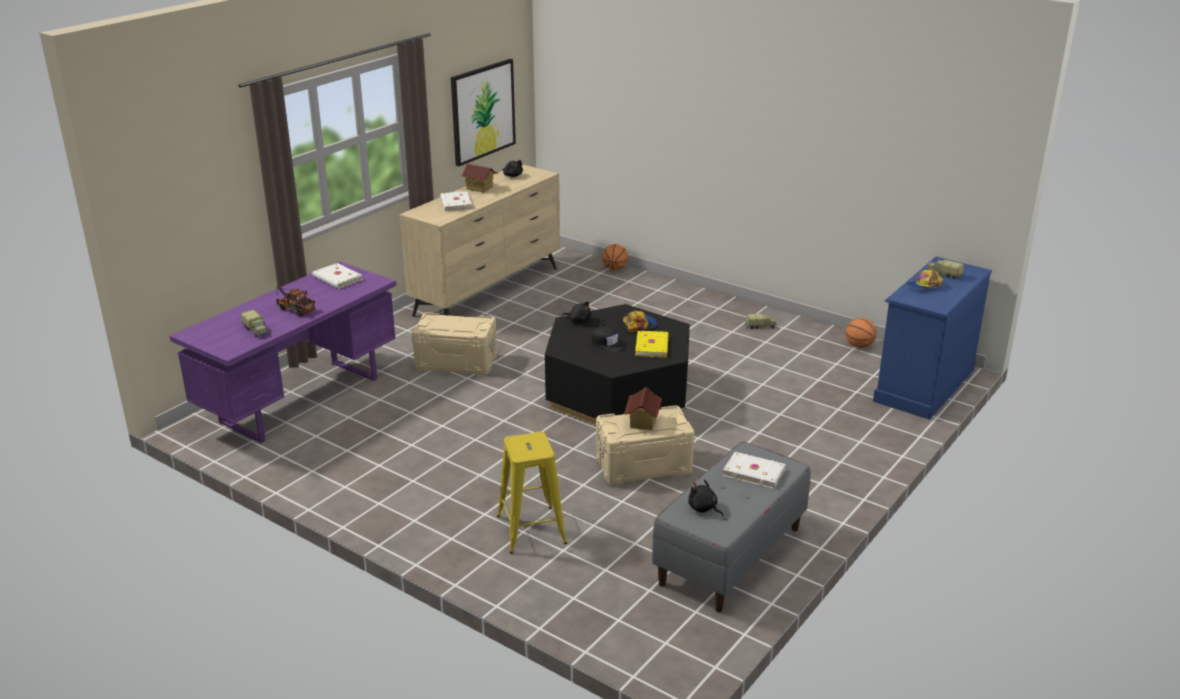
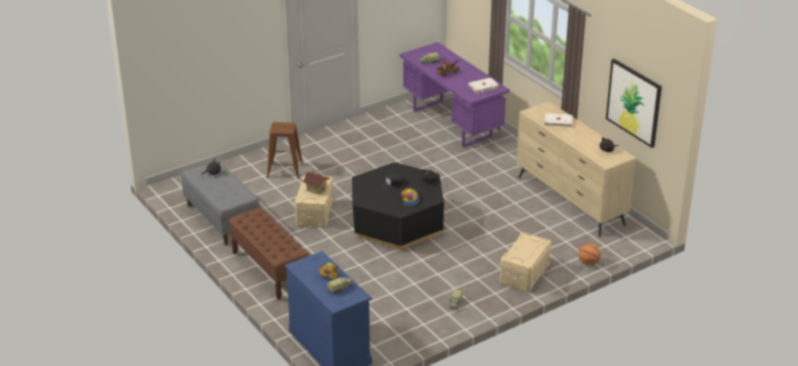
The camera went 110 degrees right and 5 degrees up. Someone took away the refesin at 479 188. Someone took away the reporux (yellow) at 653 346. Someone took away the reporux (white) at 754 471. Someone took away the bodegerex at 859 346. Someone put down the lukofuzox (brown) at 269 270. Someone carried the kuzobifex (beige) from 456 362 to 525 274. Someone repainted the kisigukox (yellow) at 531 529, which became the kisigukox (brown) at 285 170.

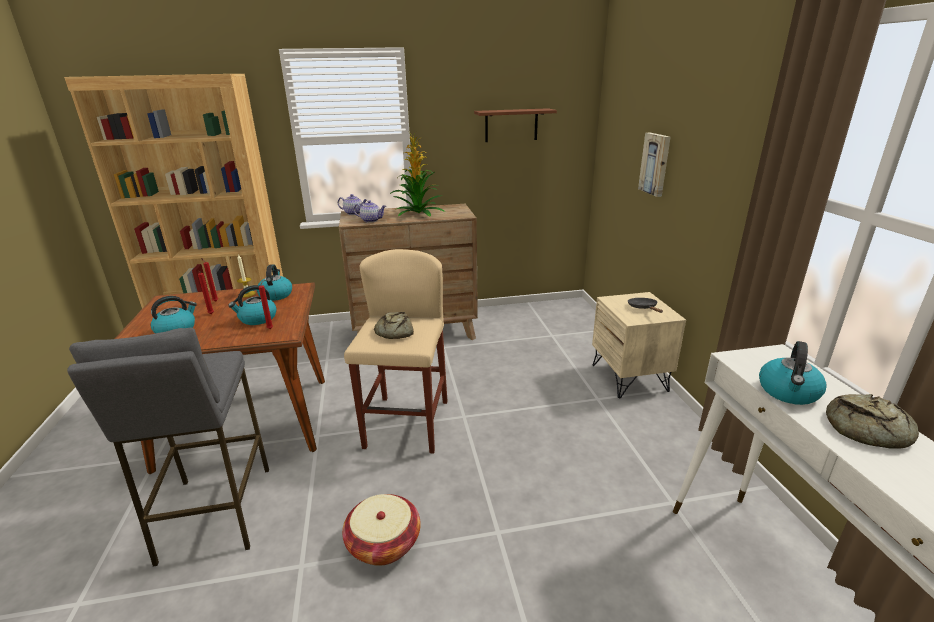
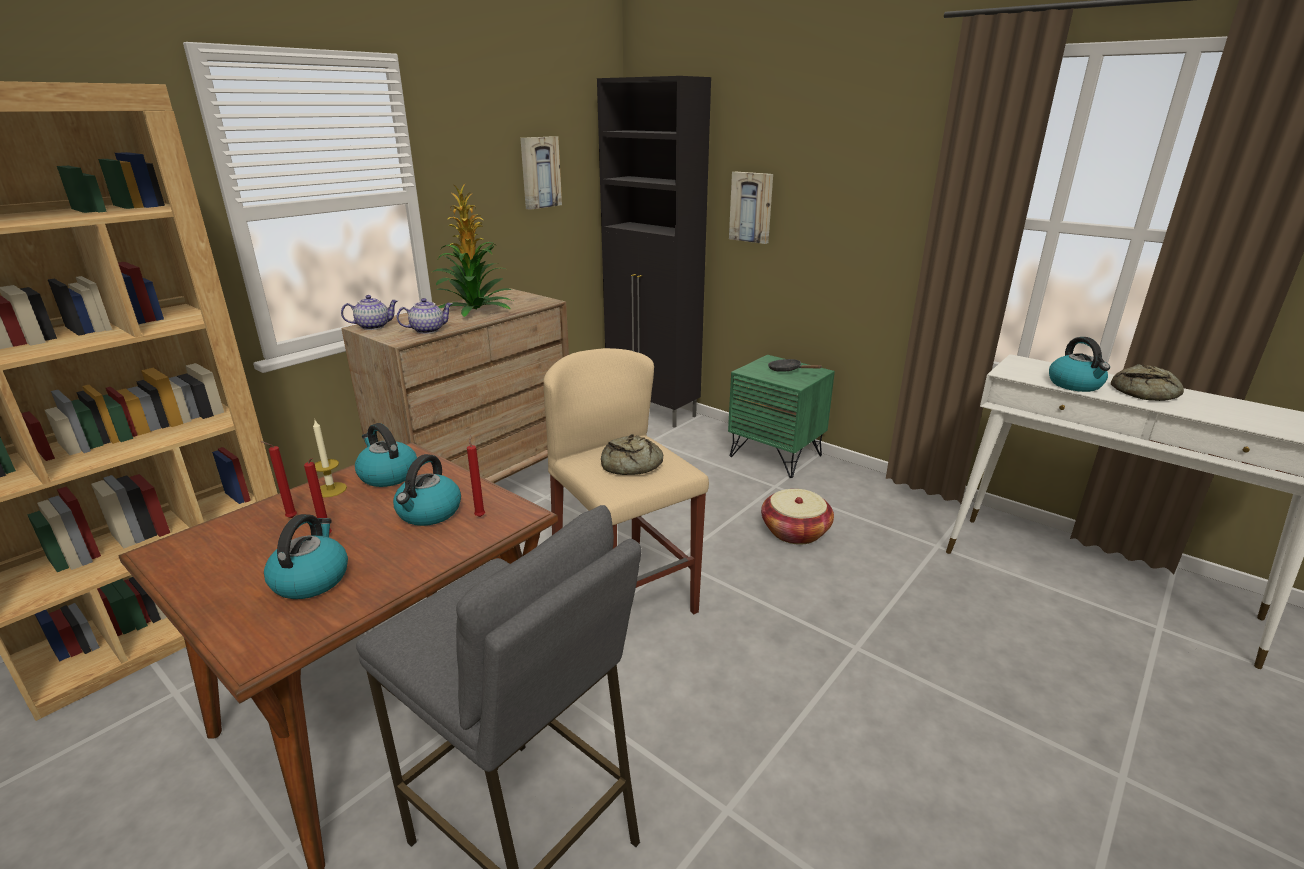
The camera went 40 degrees left and 0 degrees up. Someone put down the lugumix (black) at 653 411. Someone carried the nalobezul from 383 543 to 795 531. Someone swapped the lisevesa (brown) at 511 125 for the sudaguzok at 539 172. Someone repainted the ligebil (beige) at 630 378, which became the ligebil (green) at 776 456.

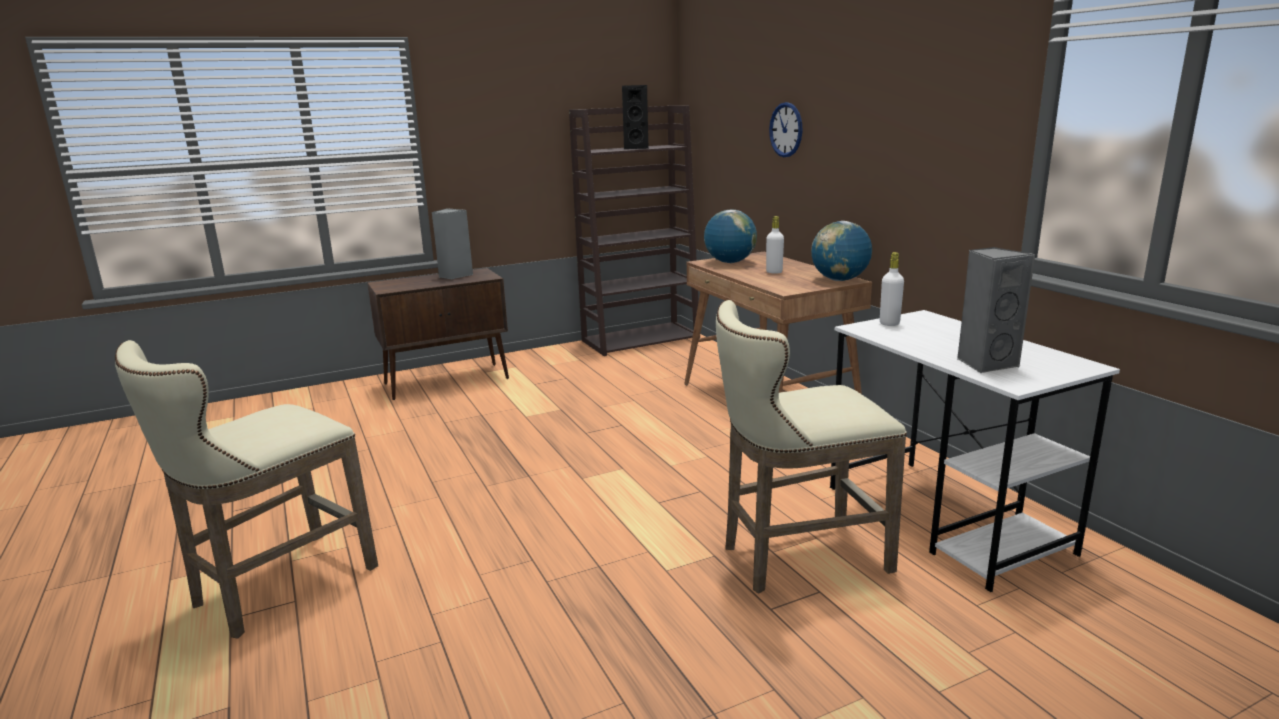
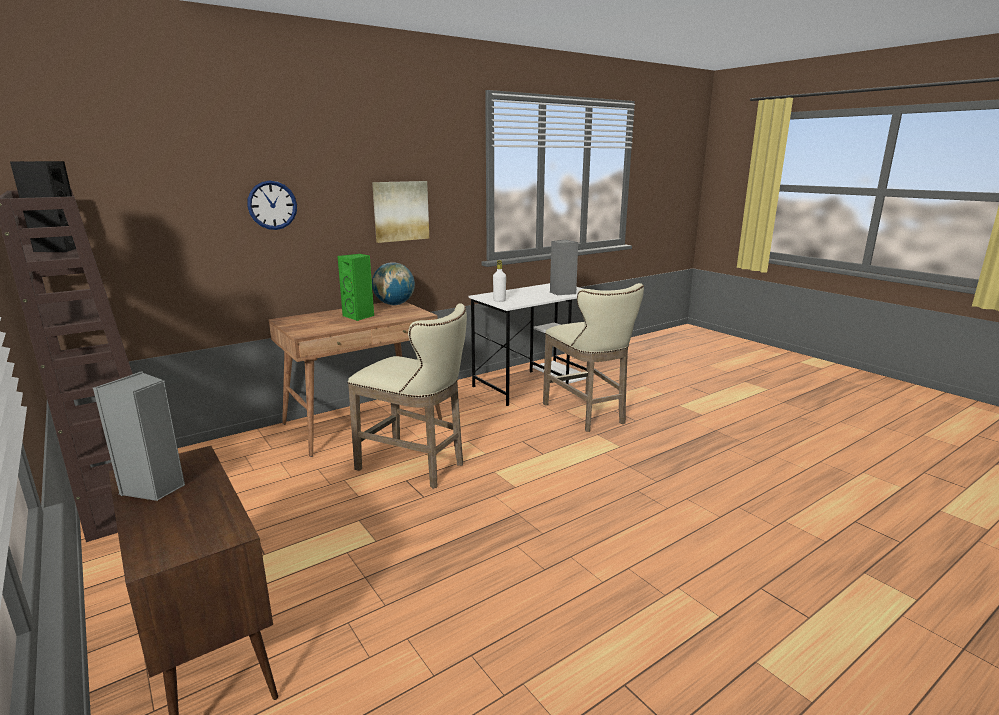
The camera went 100 degrees left and 0 degrees up. Someone took away the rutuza at 730 262. Someone put up the sudaguzok at 400 211. Someone carried the kisigukox (beige) from 275 588 to 416 467. Someone swapped the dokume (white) at 774 272 for the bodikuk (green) at 359 316.

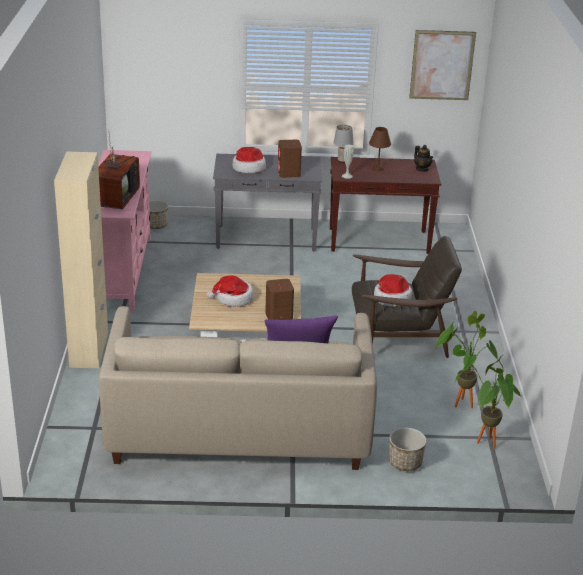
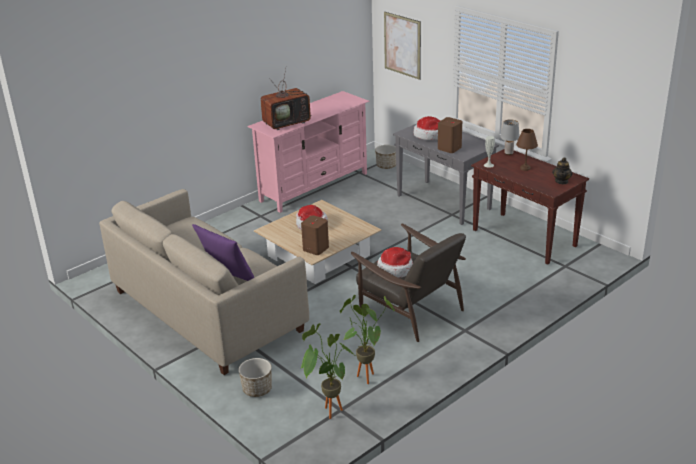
The camera went 50 degrees right and 0 degrees up. Someone took away the lugumix (beige) at 89 349. Someone carried the sudaguzok from 442 65 to 402 45.

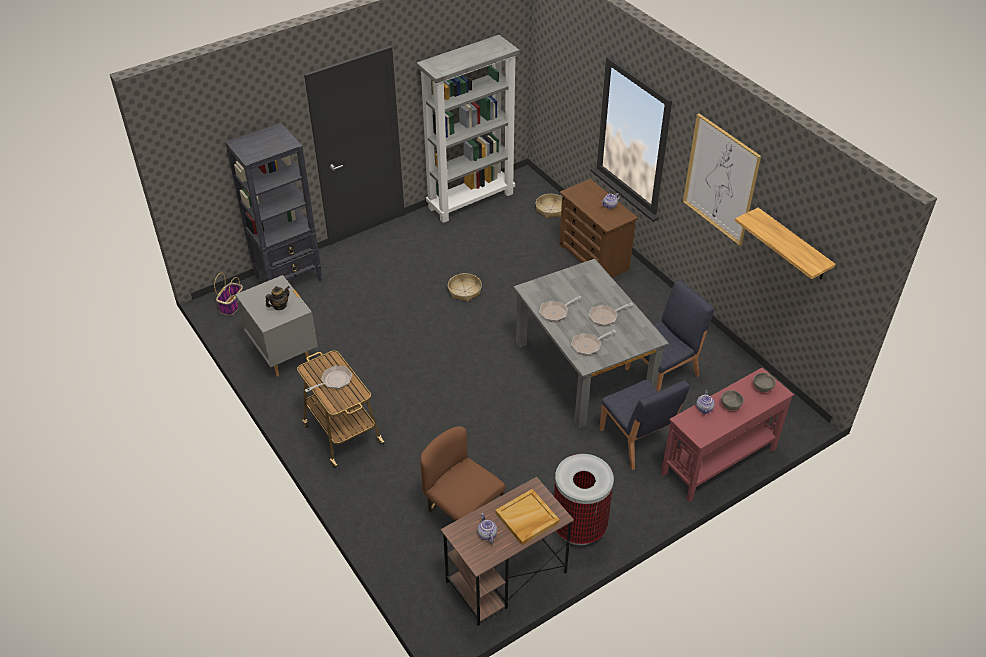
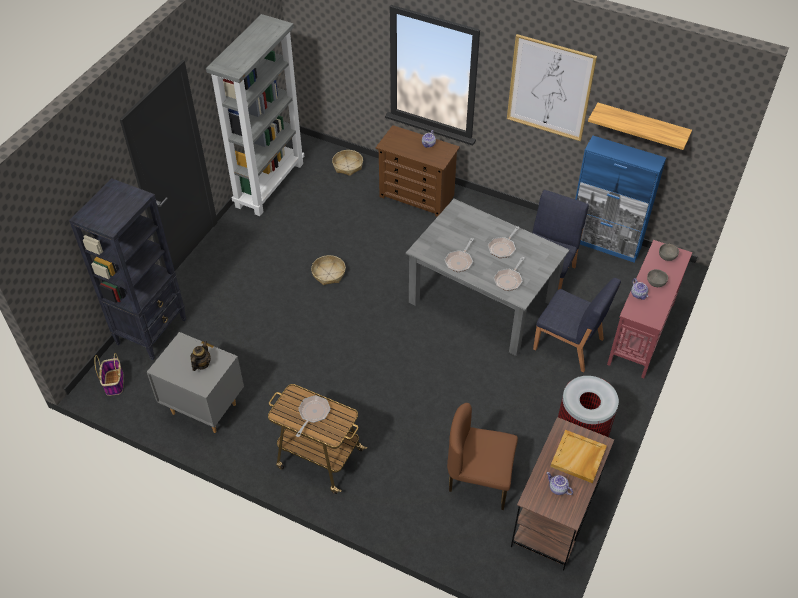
The camera went 30 degrees left and 5 degrees up. Someone put down the lugumix (blue) at 604 244.

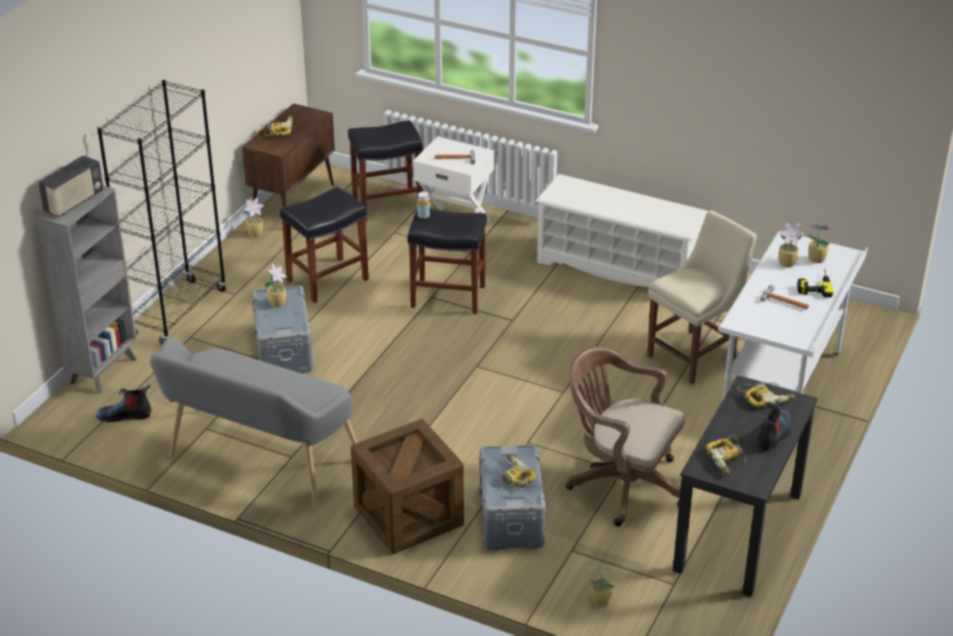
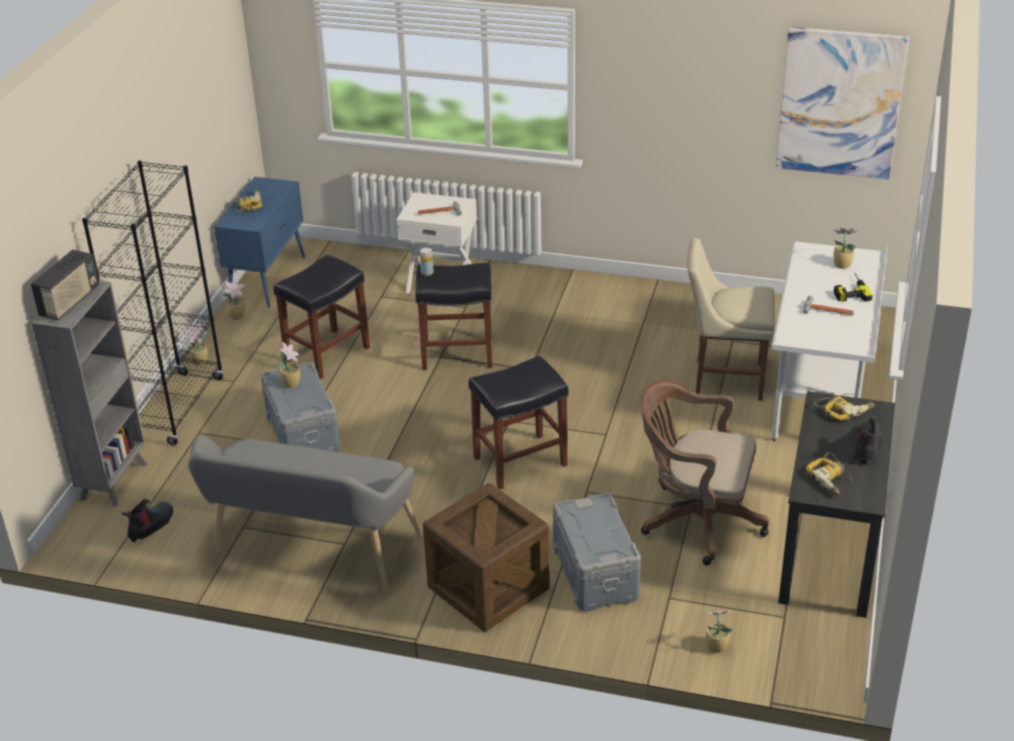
The camera went 10 degrees left and 0 degrees up. Someone took away the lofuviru at 512 476. Someone took away the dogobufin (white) at 619 268. Someone put up the sudaguzok at 840 103. Someone carried the kisigukox (black) from 386 205 to 519 462. Someone carried the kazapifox from 787 264 to 200 361. Someone repainted the lugumix (brown) at 294 202, which became the lugumix (blue) at 268 279. Someone rotated the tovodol at 125 415 by 135 degrees clockwise. Someone rotated the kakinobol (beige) at 695 355 by 120 degrees counterclockwise.

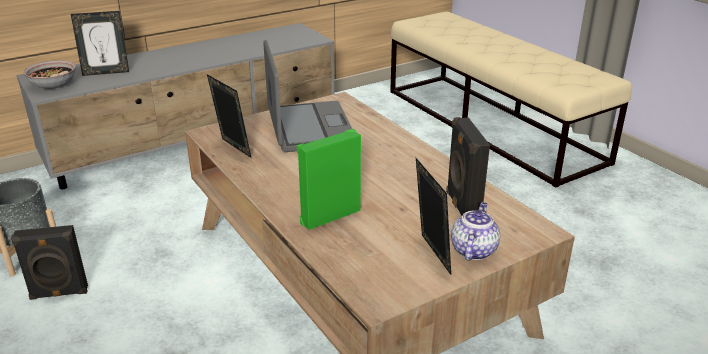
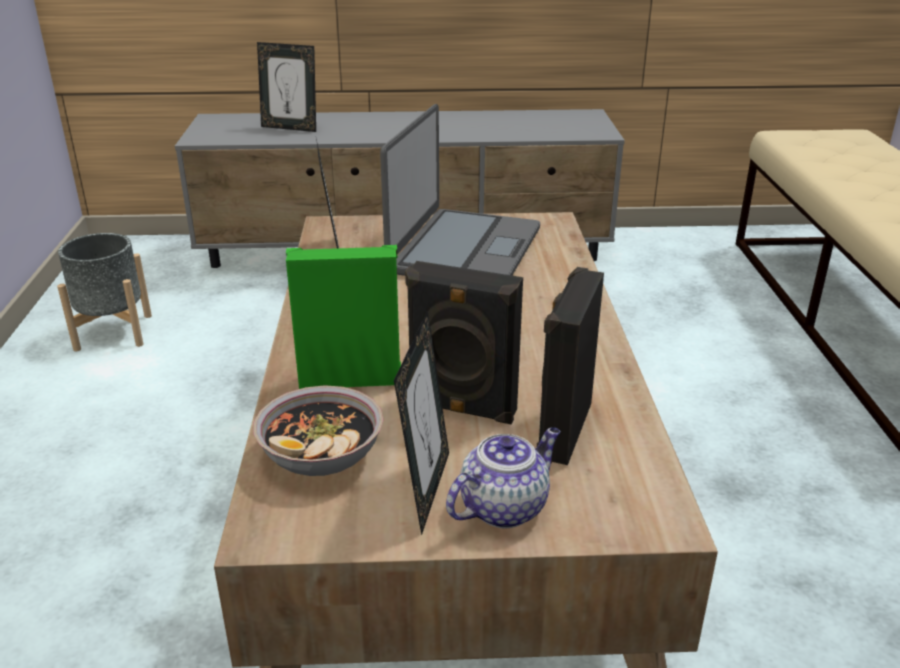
The camera went 30 degrees right and 0 degrees up. Someone carried the bodikuk (black) from 59 294 to 461 409. Someone carried the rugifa from 53 84 to 321 455.

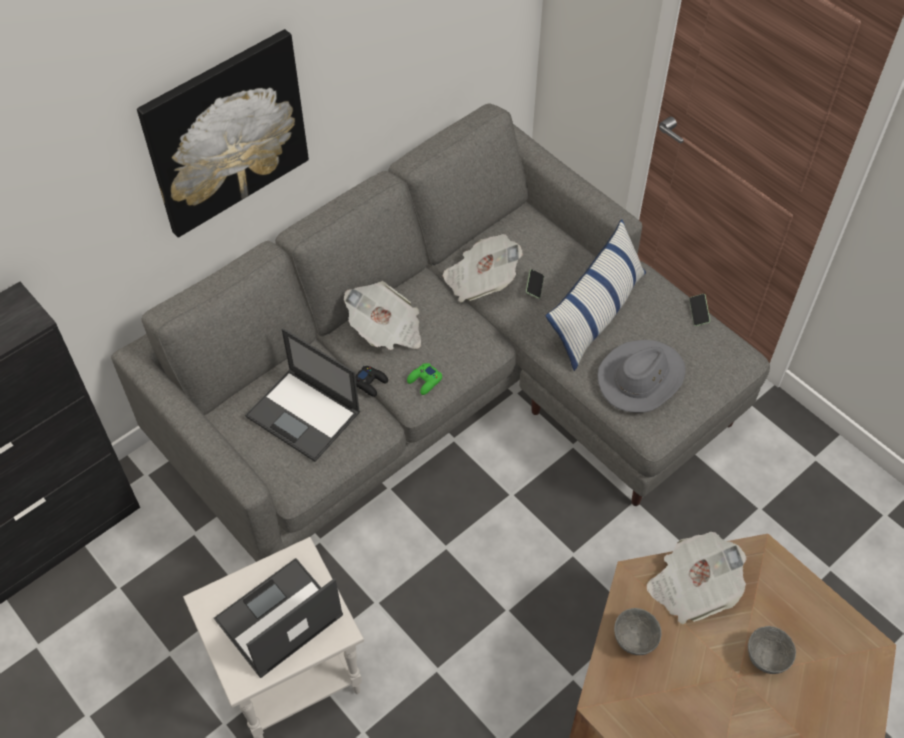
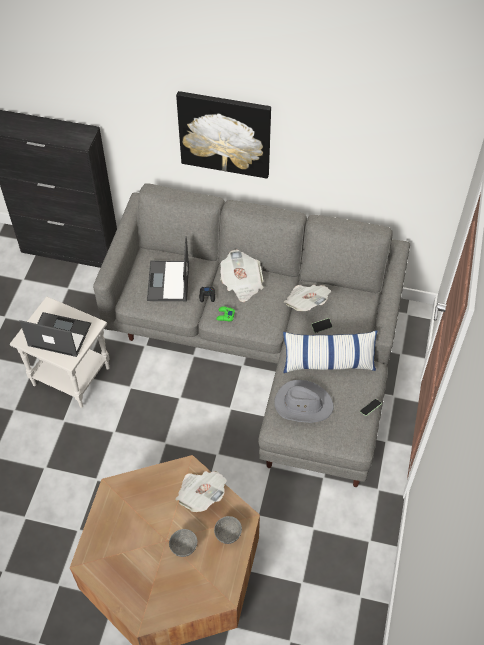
The camera went 55 degrees right and 0 degrees up. Someone carried the rugifa (grey) from 634 640 to 228 535.

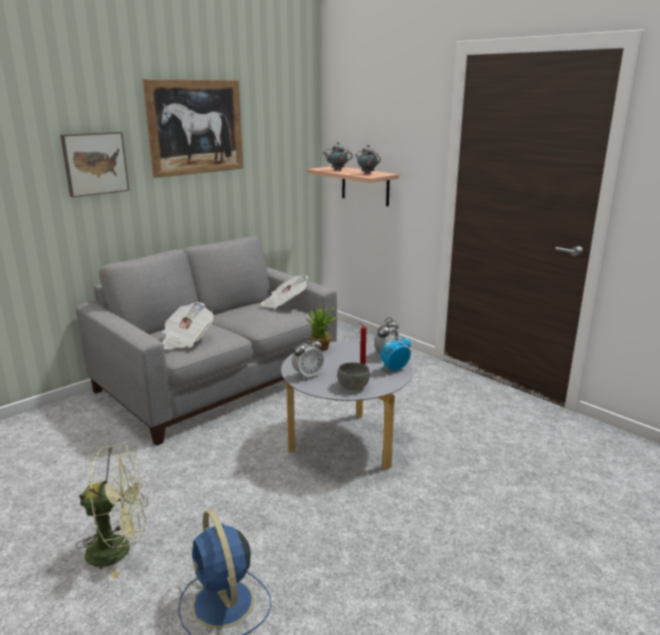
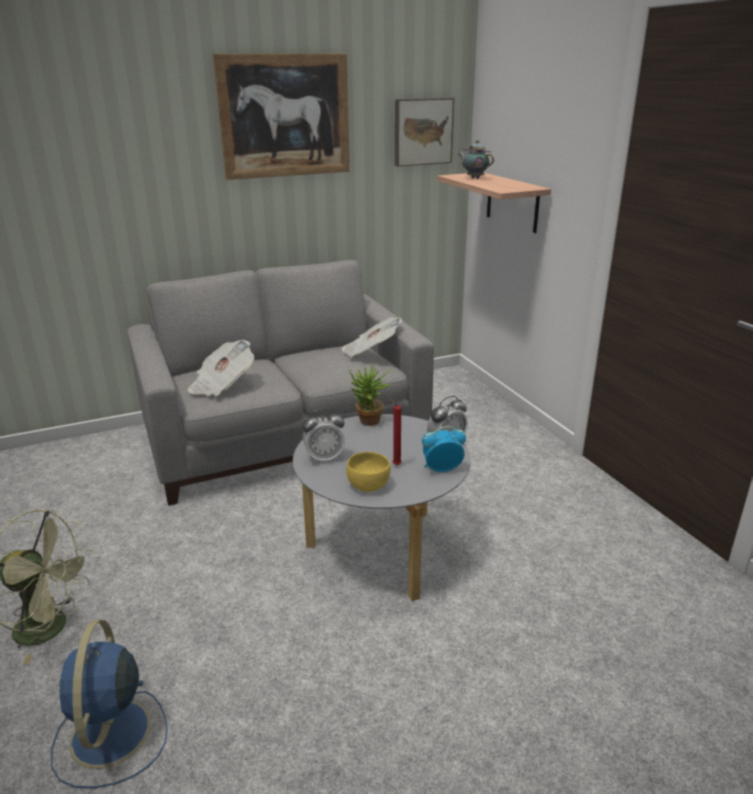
The camera went 20 degrees right and 5 degrees up. Someone took away the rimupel at 367 173. Someone carried the sudaguzok from 94 163 to 422 131. Someone repainted the rugifa (grey) at 352 386, which became the rugifa (yellow) at 368 485.

